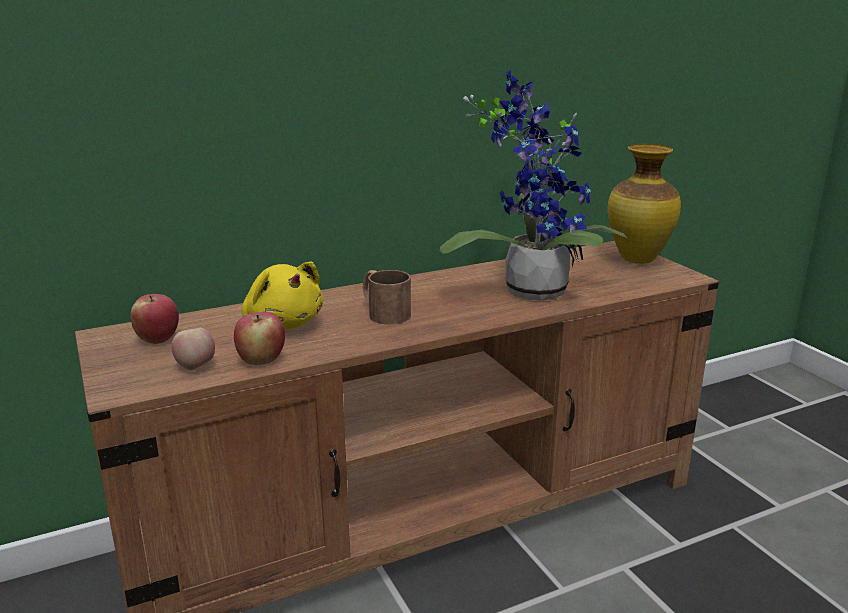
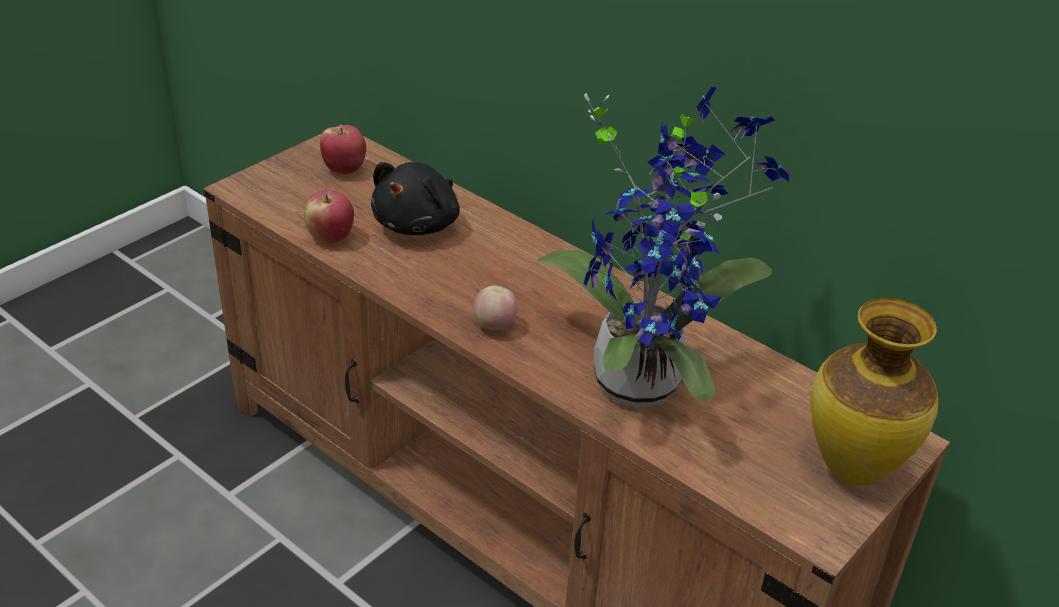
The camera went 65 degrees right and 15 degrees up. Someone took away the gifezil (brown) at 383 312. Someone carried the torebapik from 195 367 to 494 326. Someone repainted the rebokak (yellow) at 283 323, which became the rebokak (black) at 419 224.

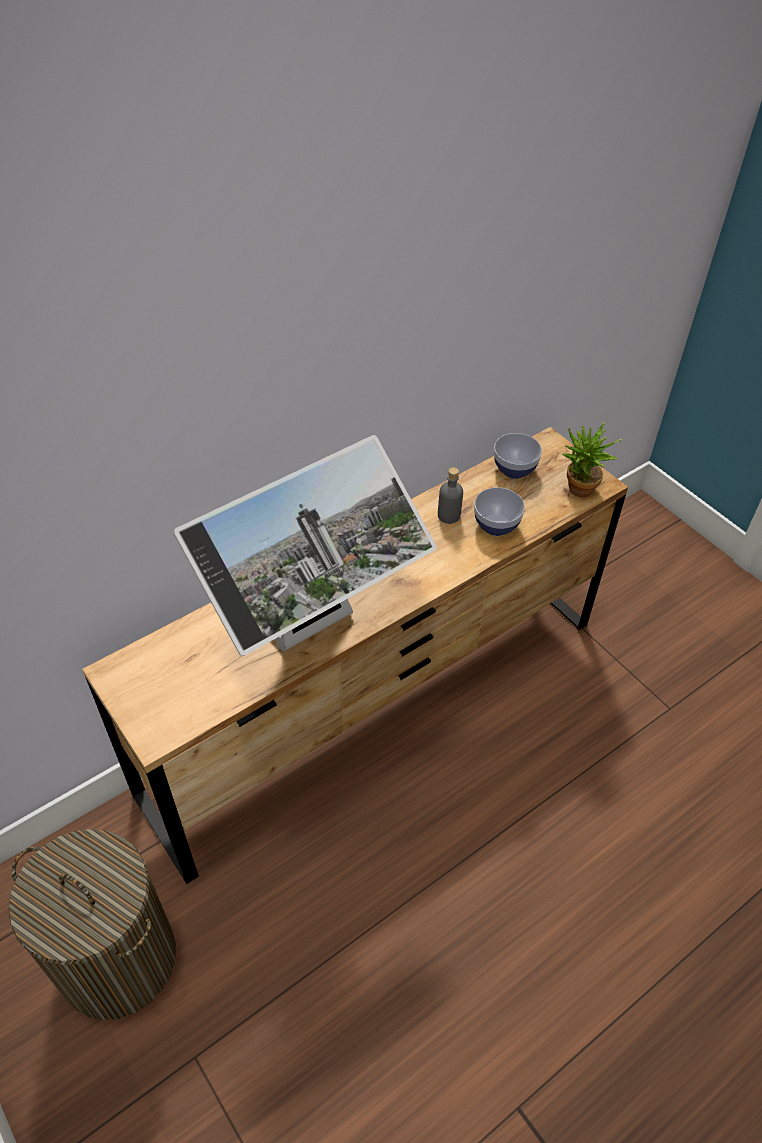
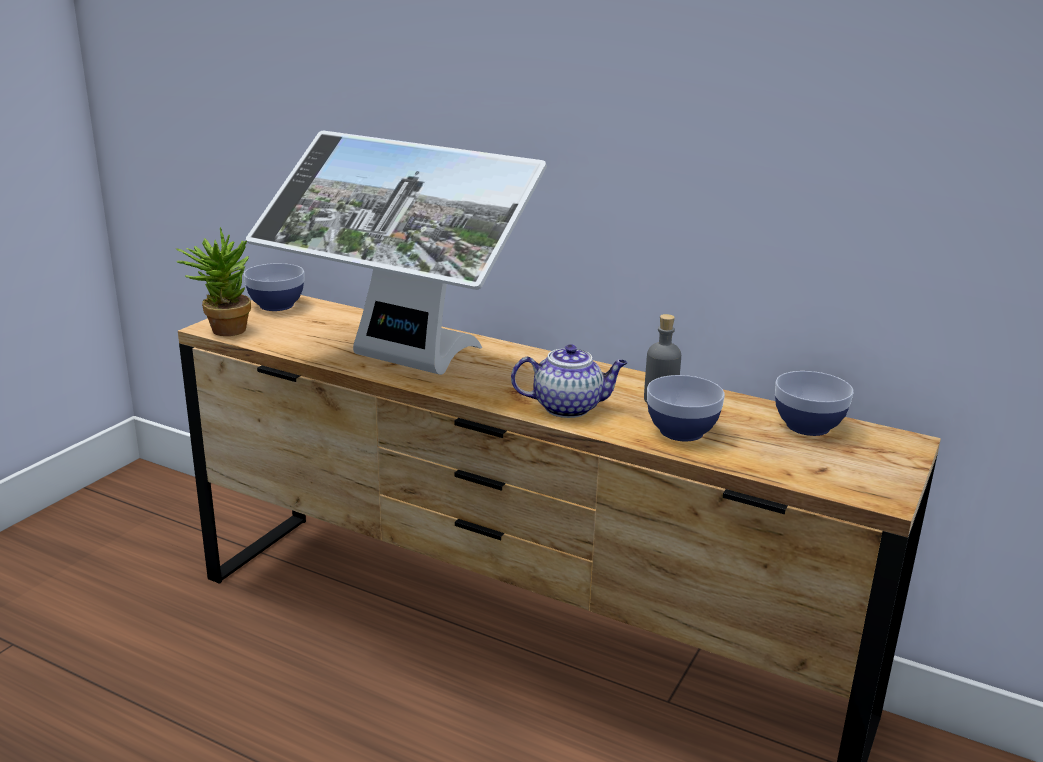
The camera went 65 degrees right and 25 degrees down. Someone took away the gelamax at 117 958. Someone put down the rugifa at 276 305. Someone put down the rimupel at 569 407. Someone carried the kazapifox from 578 492 to 222 329.

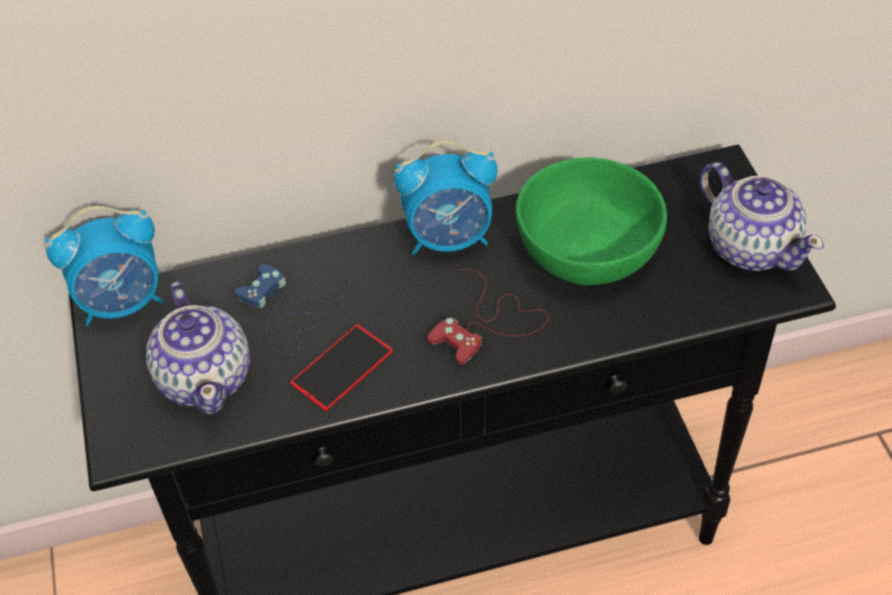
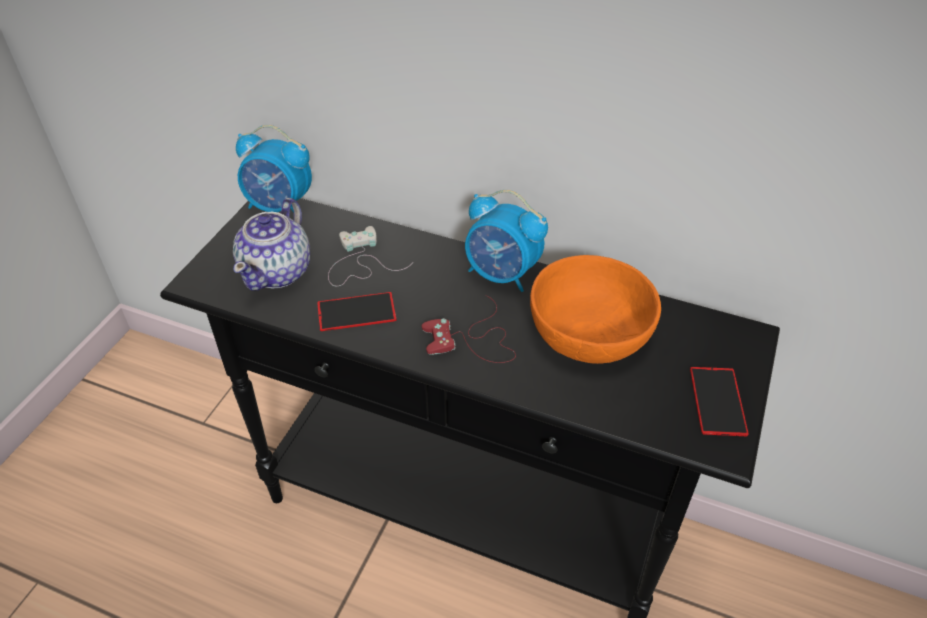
The camera went 35 degrees right and 5 degrees down. Someone swapped the rimupel at 751 246 for the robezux at 717 401. Someone repainted the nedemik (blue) at 287 312, which became the nedemik (white) at 359 262. Someone repainted the rugifa (green) at 587 248, which became the rugifa (orange) at 590 332.

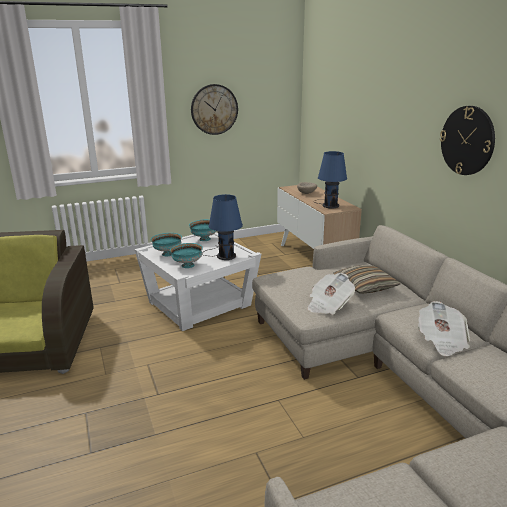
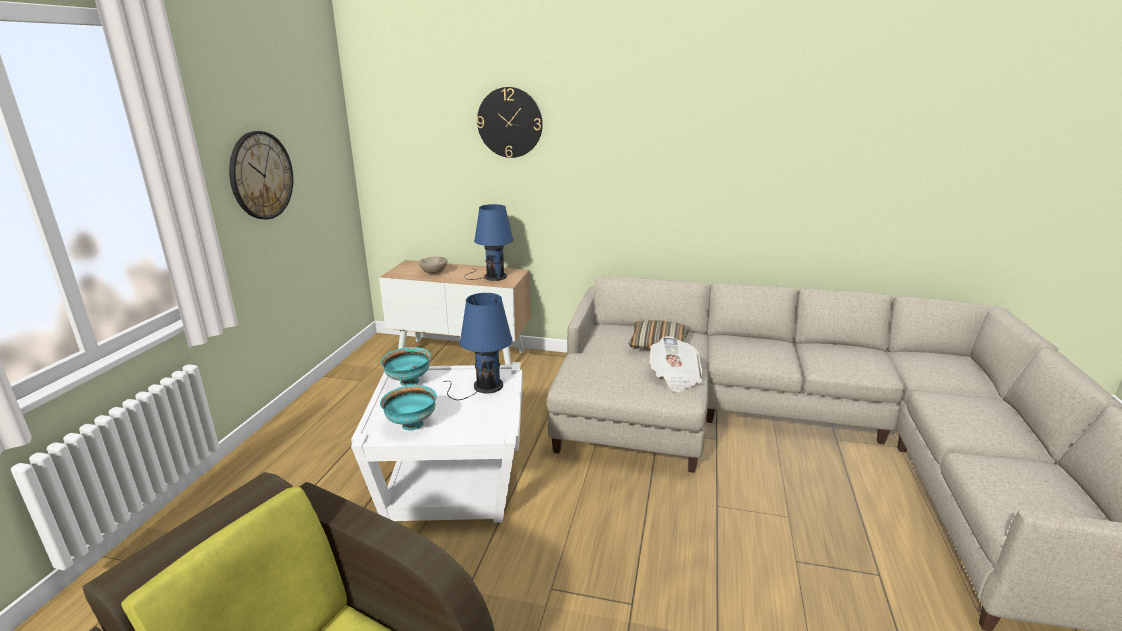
The camera went 55 degrees left and 0 degrees up. Someone took away the rugifa (turquoise) at 187 265. Someone took away the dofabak at 441 341. Someone carried the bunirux from 467 140 to 510 122.

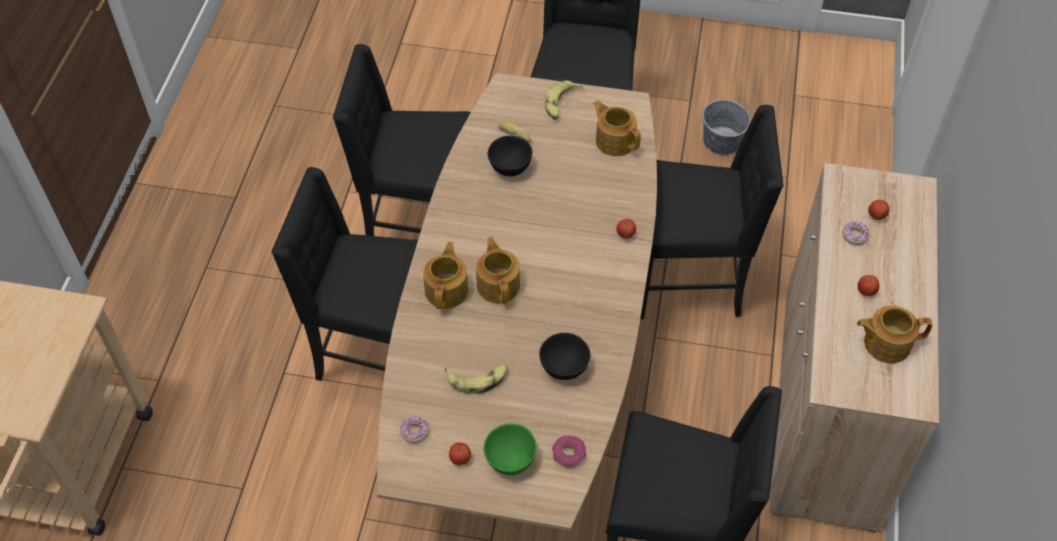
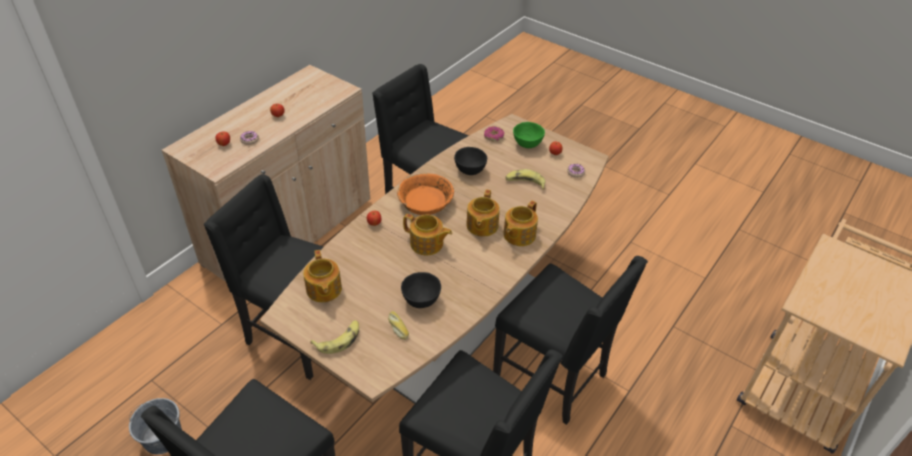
The camera went 155 degrees left and 10 degrees down. Someone put down the rugifa (orange) at 425 202. Someone carried the rimupel from 886 343 to 427 244.

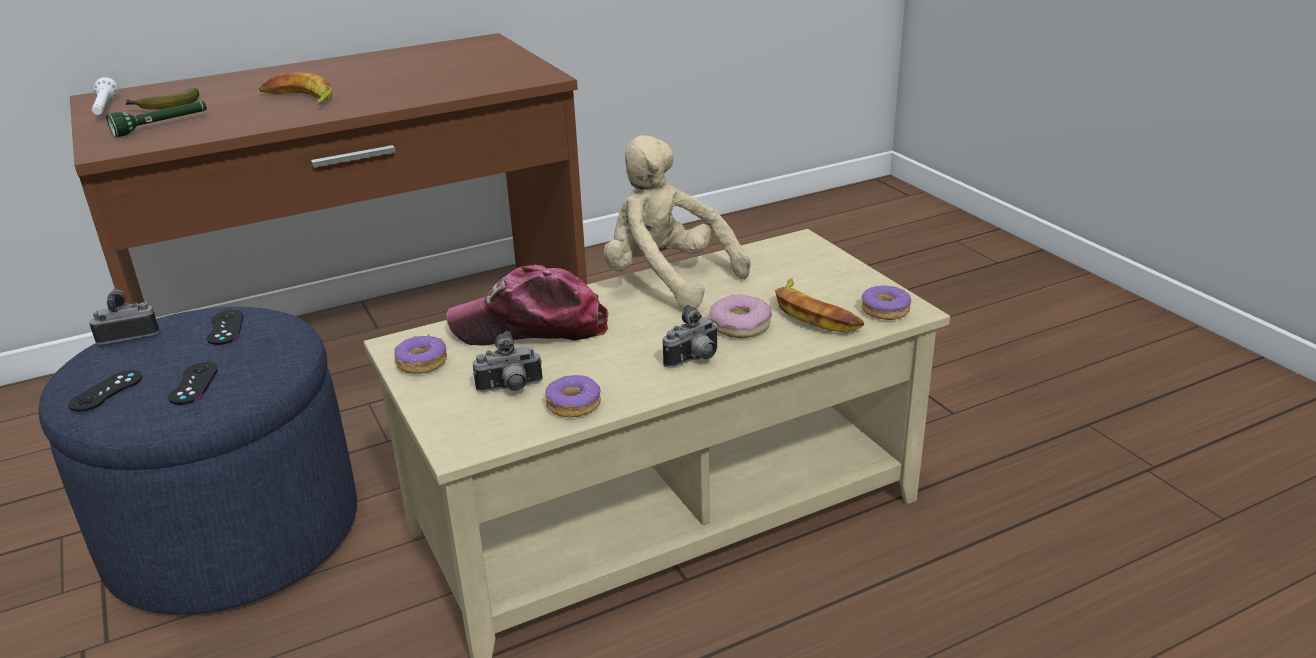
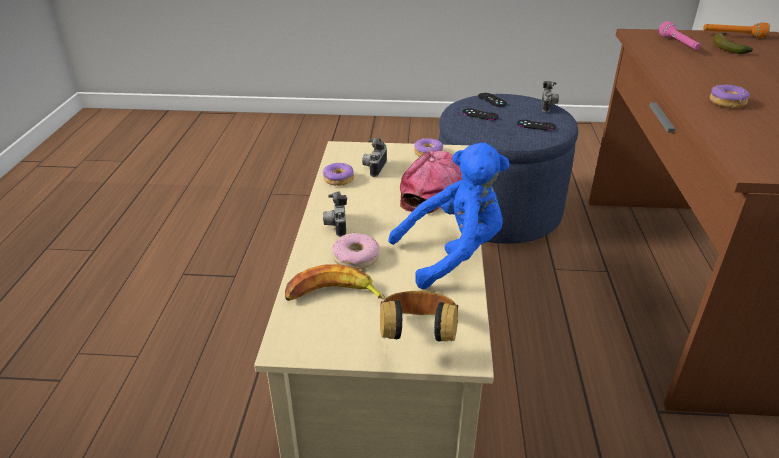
The camera went 120 degrees right and 5 degrees up. Someone took away the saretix at 299 99. Someone put down the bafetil at 418 338. Someone carried the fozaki from 885 311 to 727 103. Someone repainted the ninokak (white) at 105 109, which became the ninokak (orange) at 732 36. Someone repainted the ninokak (green) at 162 126, which became the ninokak (pink) at 678 44. Someone repainted the rebokak (beige) at 666 280, which became the rebokak (blue) at 453 254.

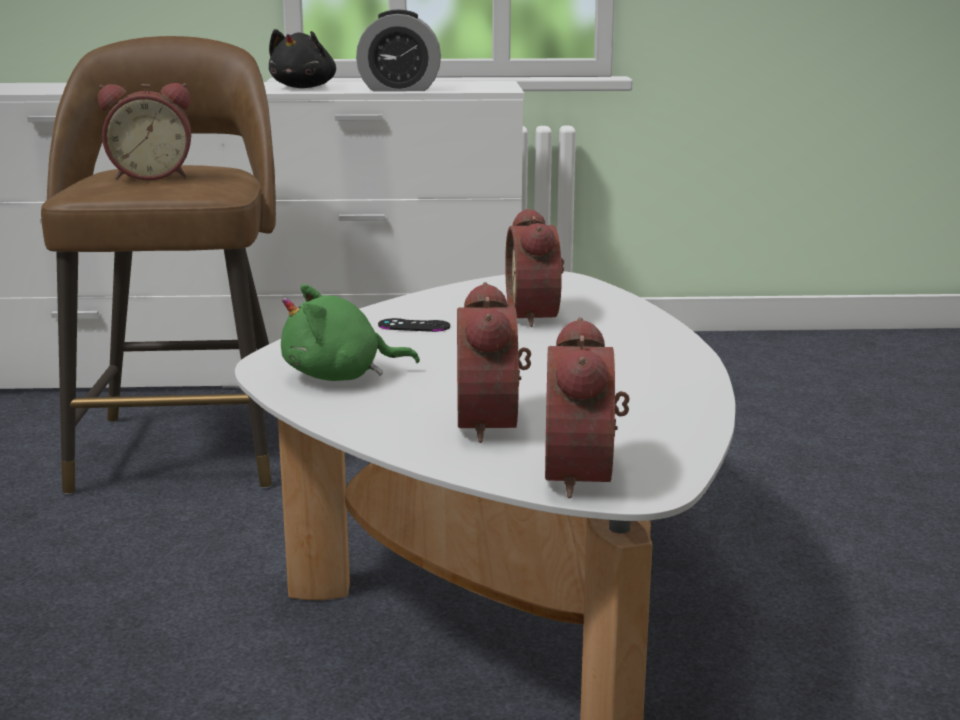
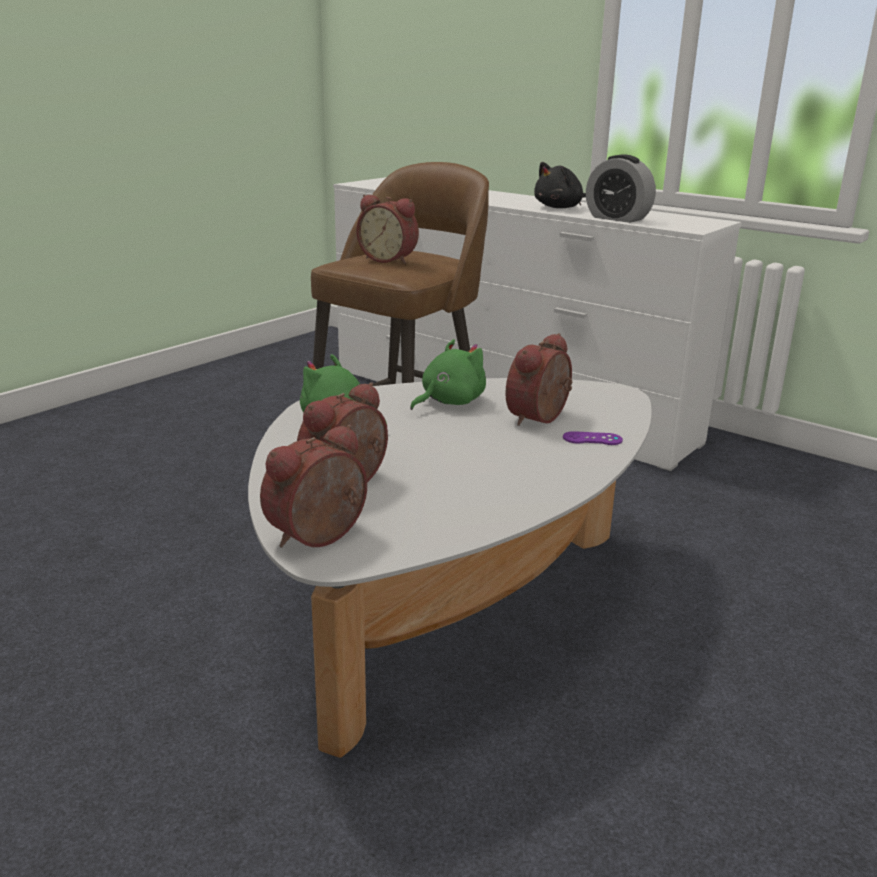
The camera went 40 degrees right and 5 degrees up. Someone put down the nedemik (purple) at 592 439. Someone swapped the nedemik (black) at 414 326 for the rebokak (green) at 449 402.

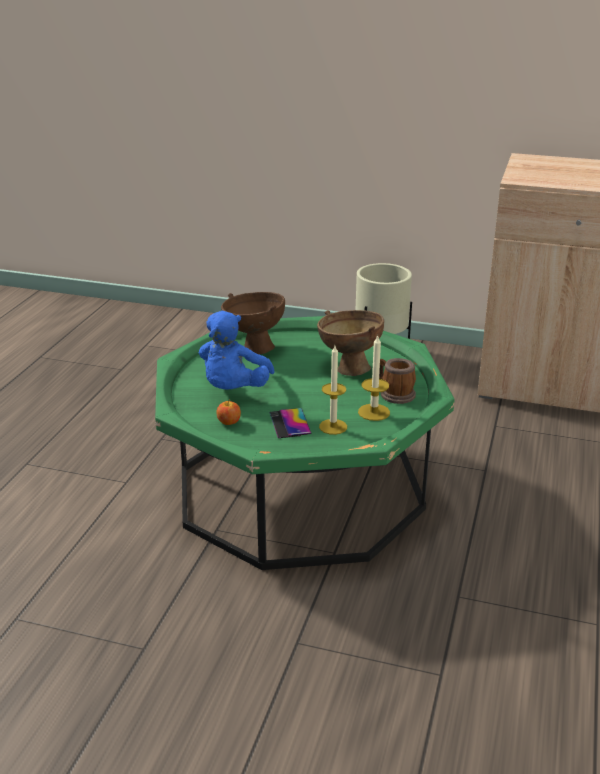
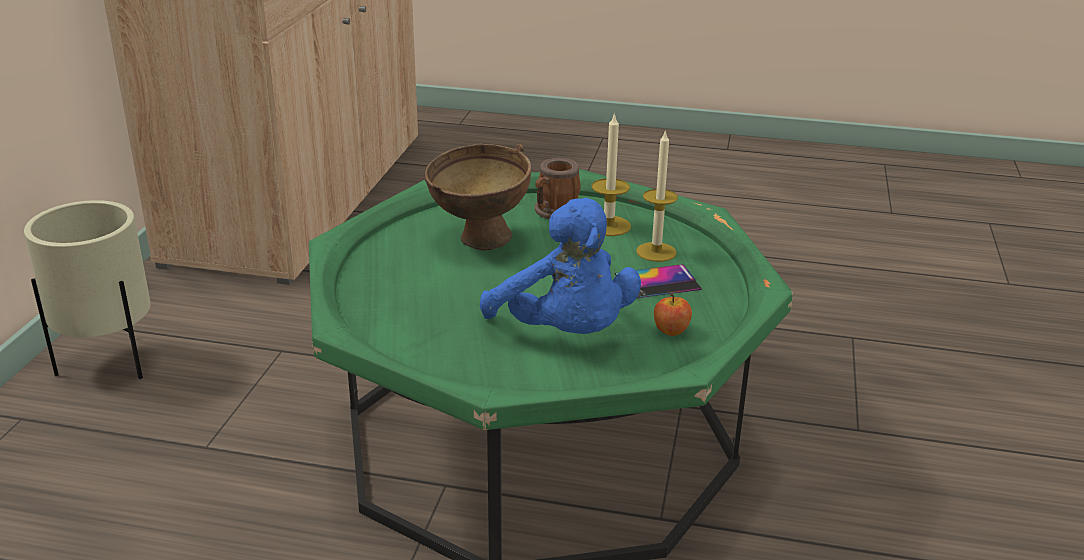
The camera went 95 degrees left and 0 degrees up. Someone took away the rugifa (brown) at 253 347. Someone rotated the rebokak (blue) at 234 390 by 45 degrees clockwise.

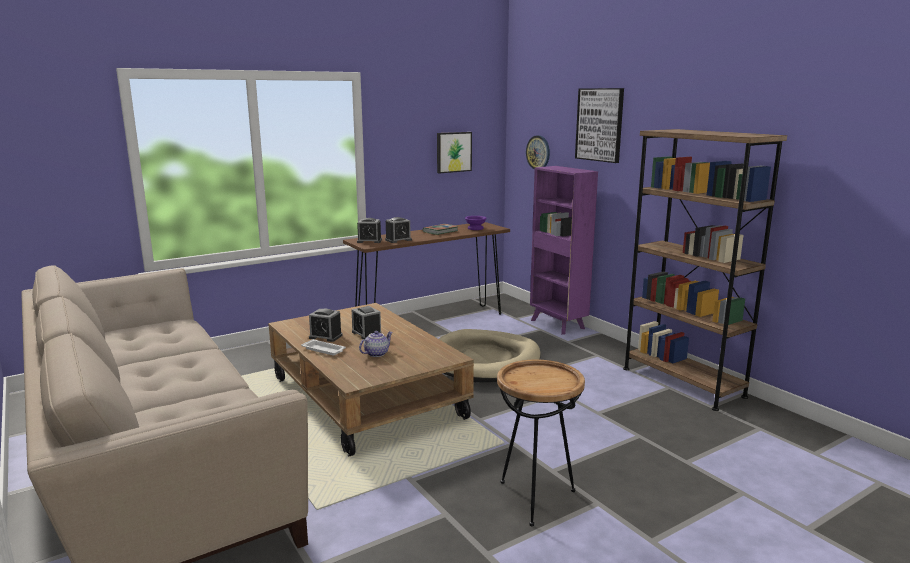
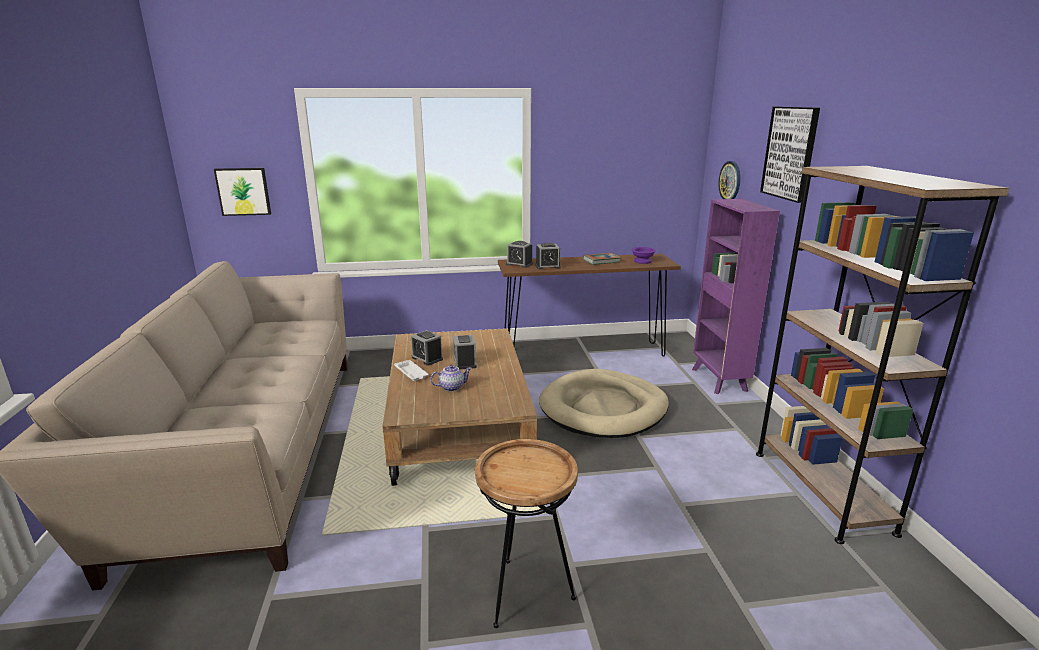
The camera went 25 degrees right and 5 degrees up. Someone carried the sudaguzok from 453 152 to 243 191.

